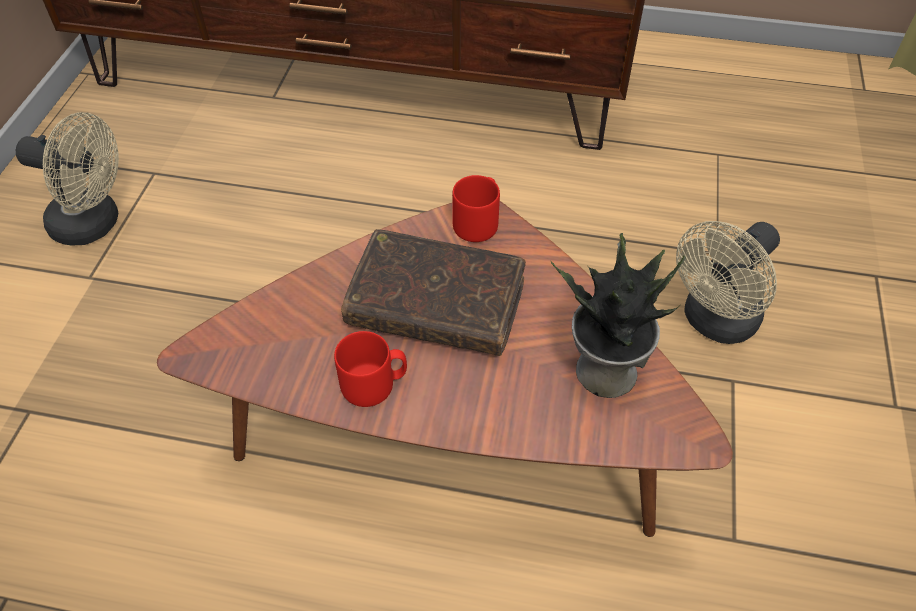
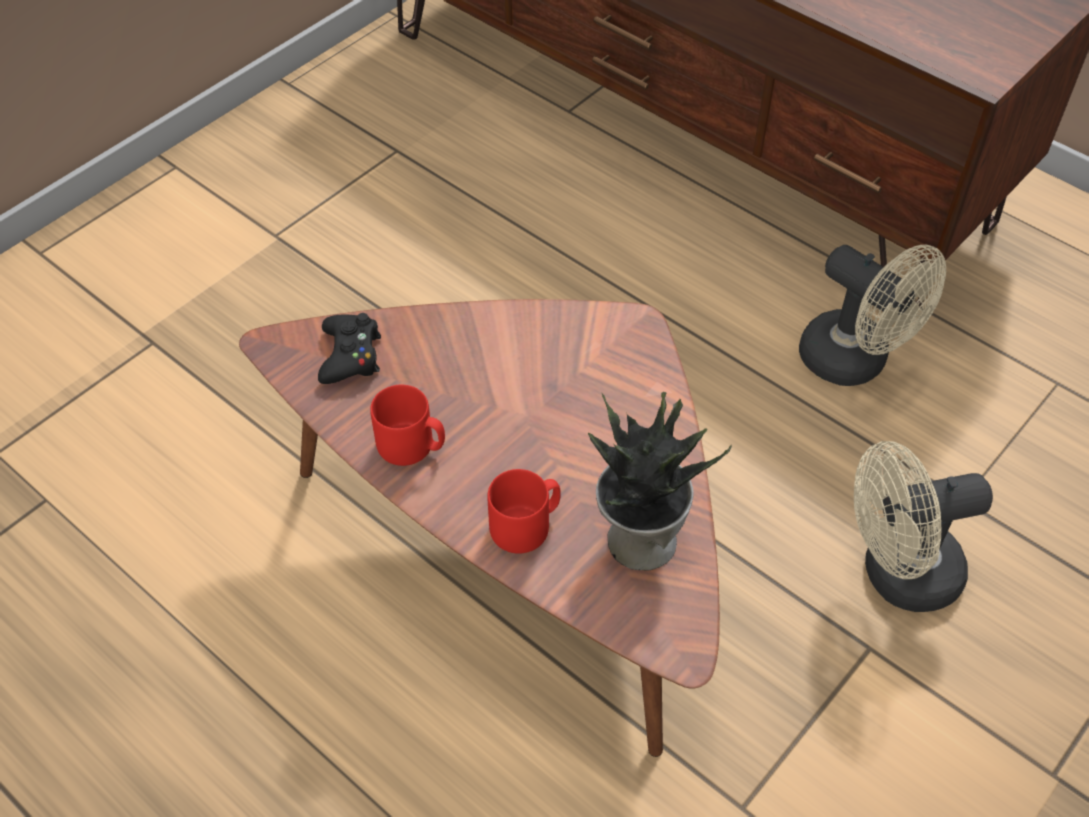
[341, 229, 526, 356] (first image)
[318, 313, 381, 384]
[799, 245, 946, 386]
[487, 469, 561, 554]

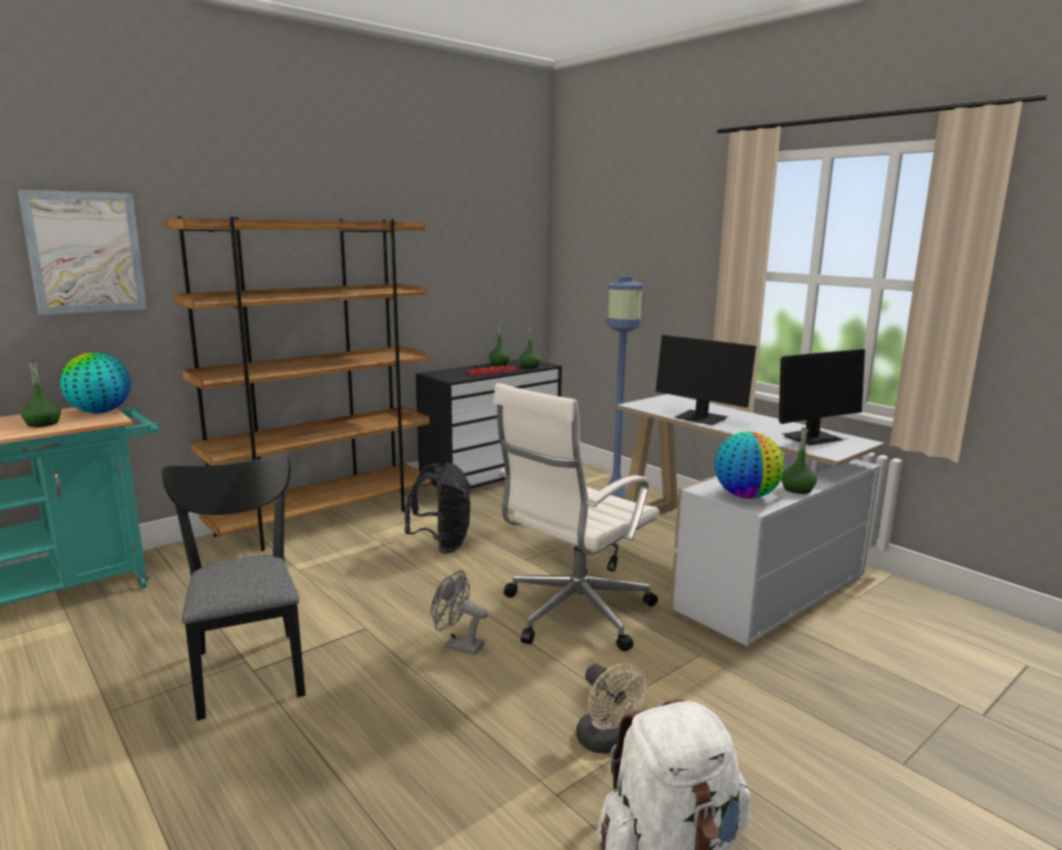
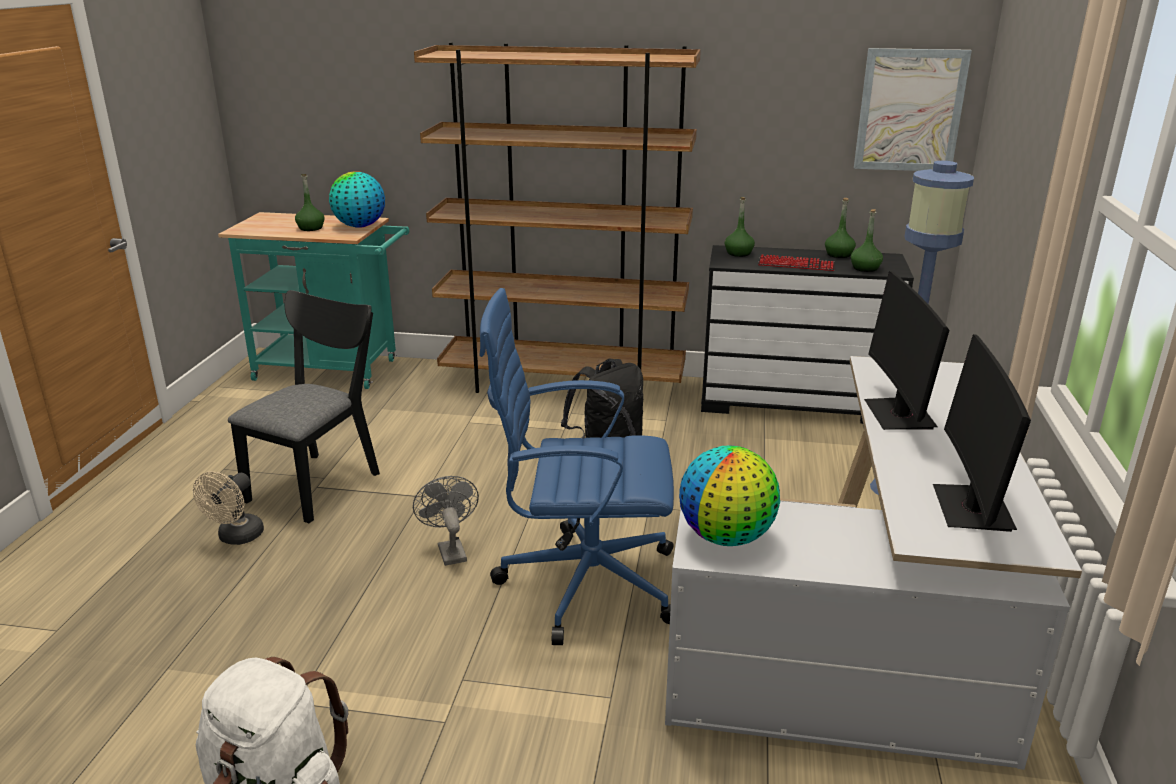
[854, 48, 972, 171]
[193, 471, 264, 545]
[725, 197, 755, 257]
[480, 288, 674, 645]
[933, 334, 1031, 532]

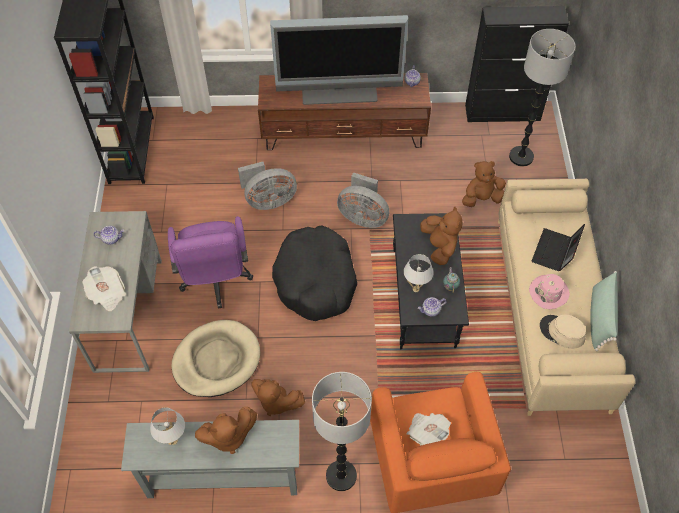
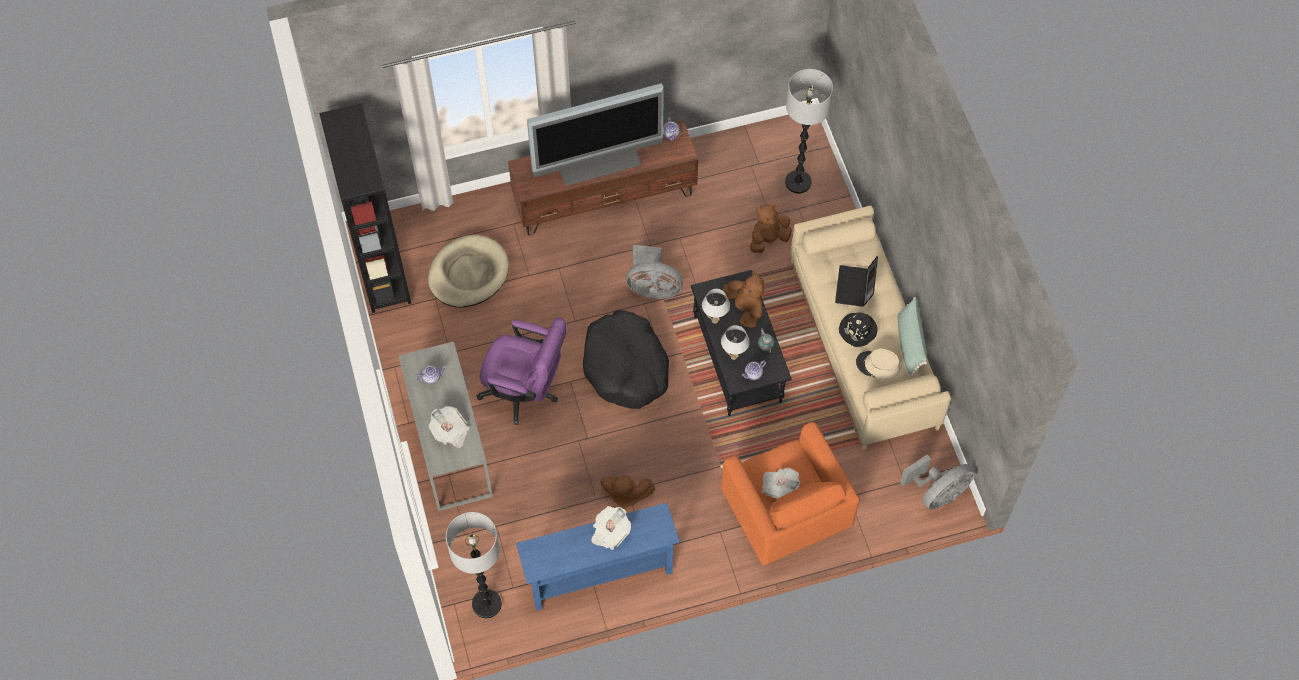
[465, 6, 569, 122] (first image)
[702, 289, 730, 324]
[428, 235, 509, 307]
[900, 455, 975, 510]
[446, 512, 502, 619]
[591, 506, 631, 550]
[516, 503, 680, 610]
[839, 312, 878, 347]
[477, 318, 567, 425]

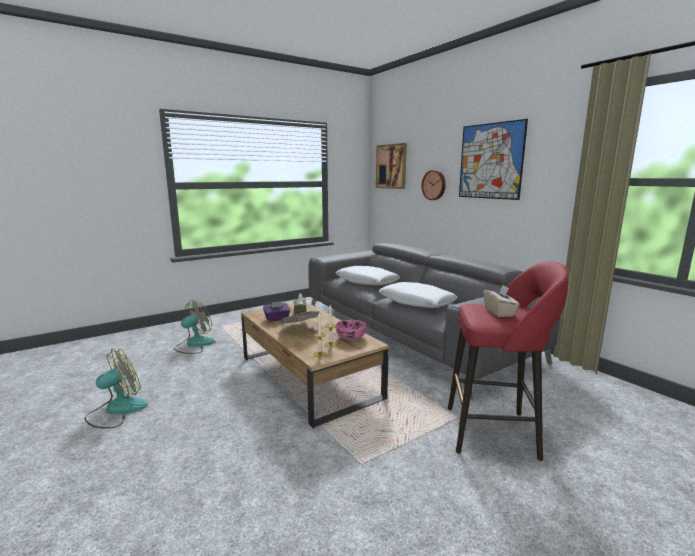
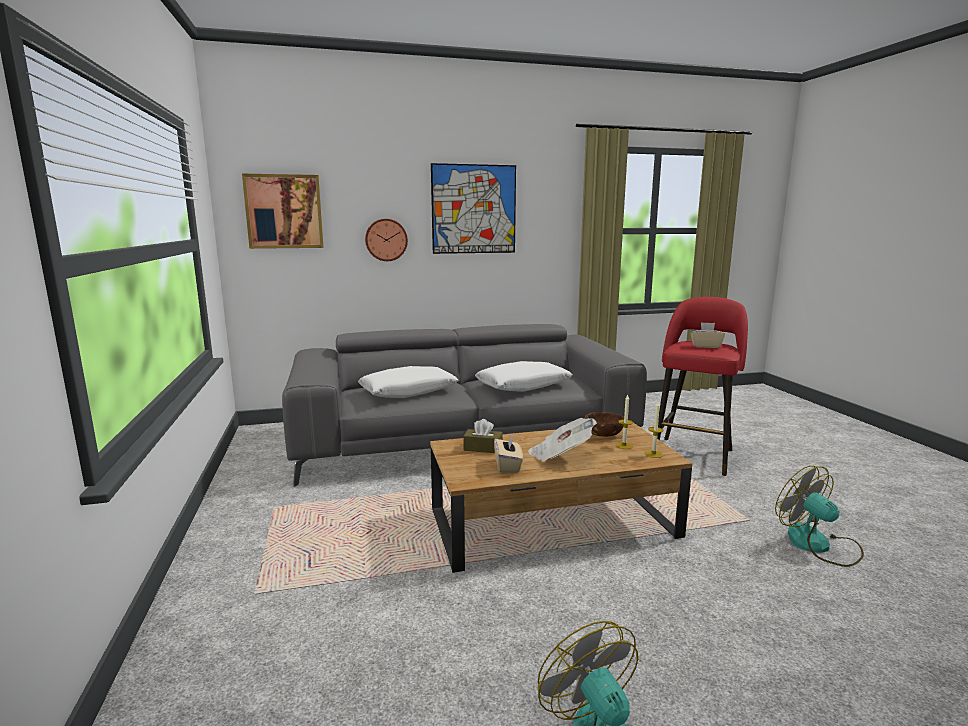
[775, 466, 864, 567]
[494, 435, 523, 473]
[584, 412, 624, 437]

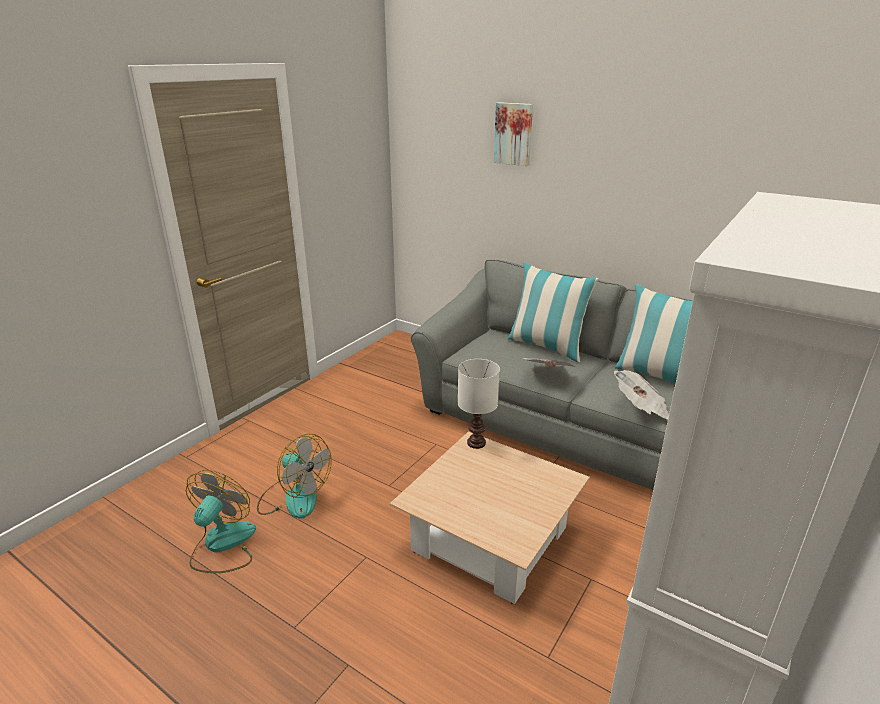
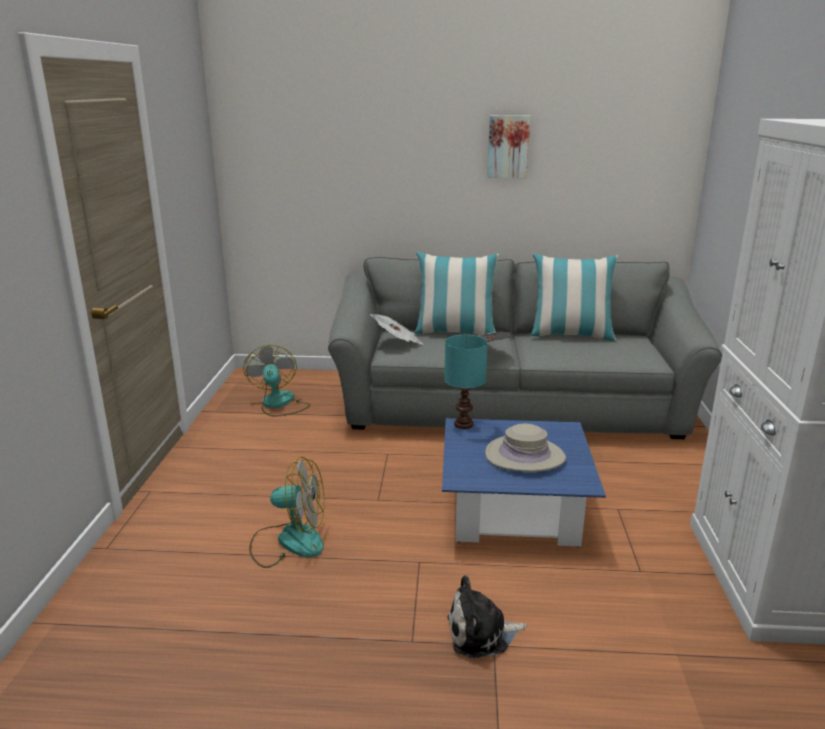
[447, 575, 527, 658]
[485, 424, 566, 472]
[243, 345, 310, 417]
[487, 115, 530, 178]
[370, 314, 424, 345]
[442, 418, 606, 547]
[444, 335, 488, 429]

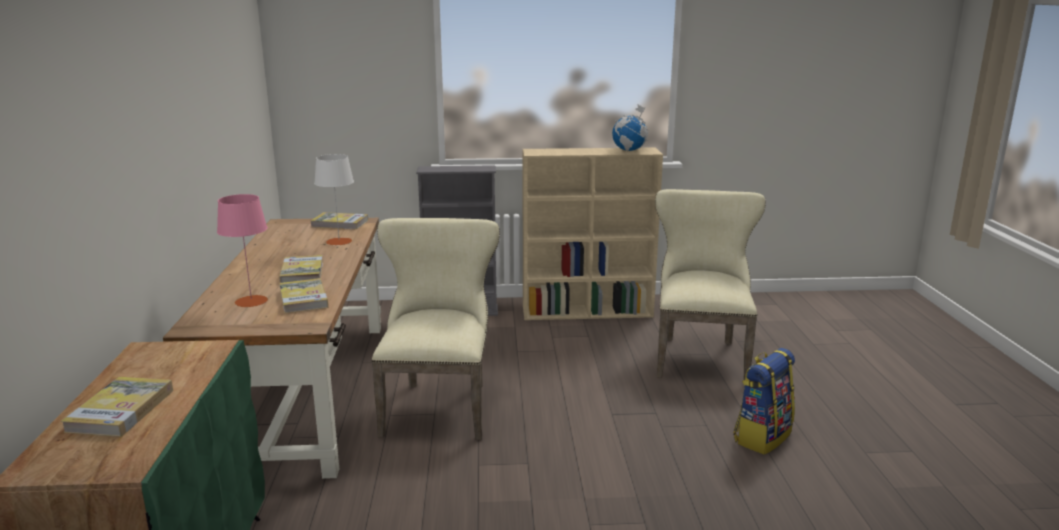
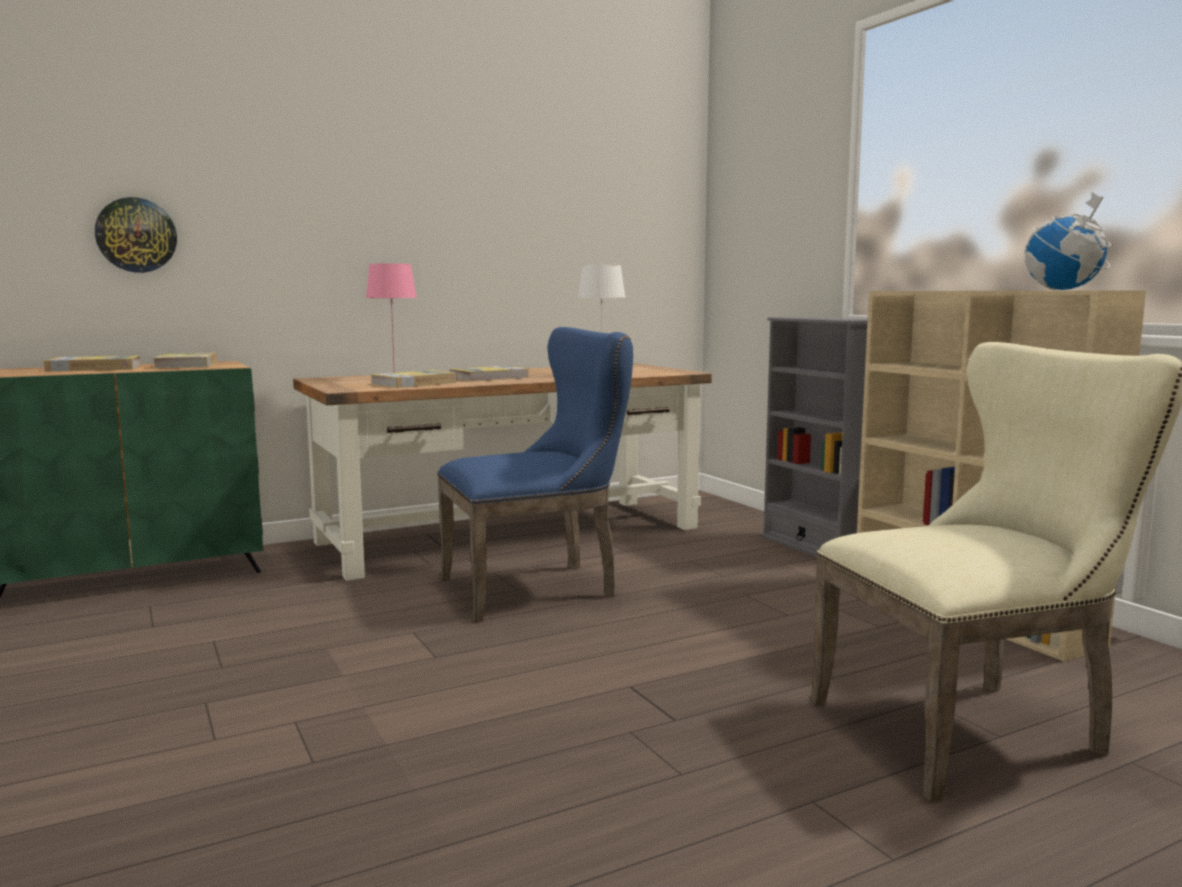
[734, 348, 795, 455] (first image)
[95, 197, 177, 273]
[153, 352, 218, 369]
[437, 327, 633, 622]

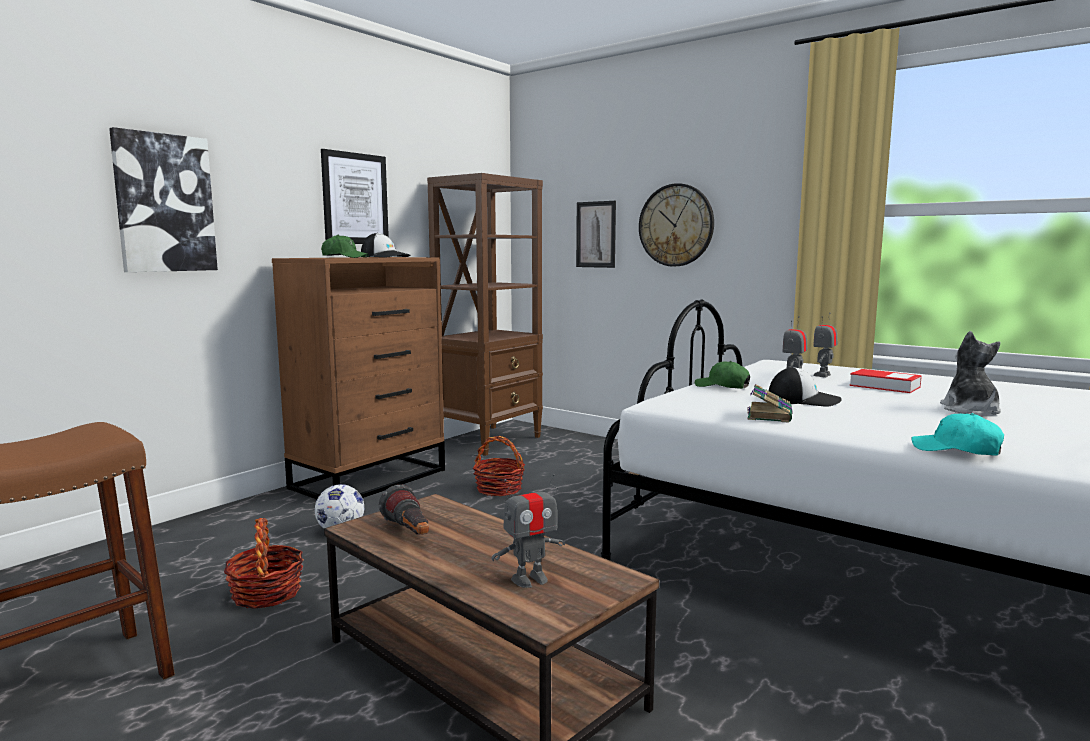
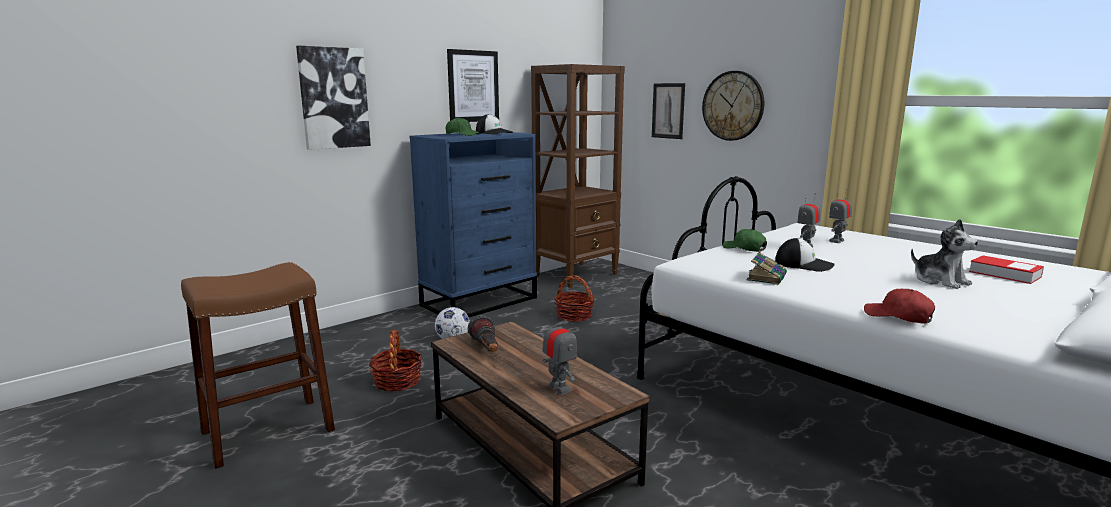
[969, 255, 1044, 284]
[409, 132, 537, 317]
[864, 289, 935, 324]
[542, 314, 577, 395]
[911, 219, 978, 289]

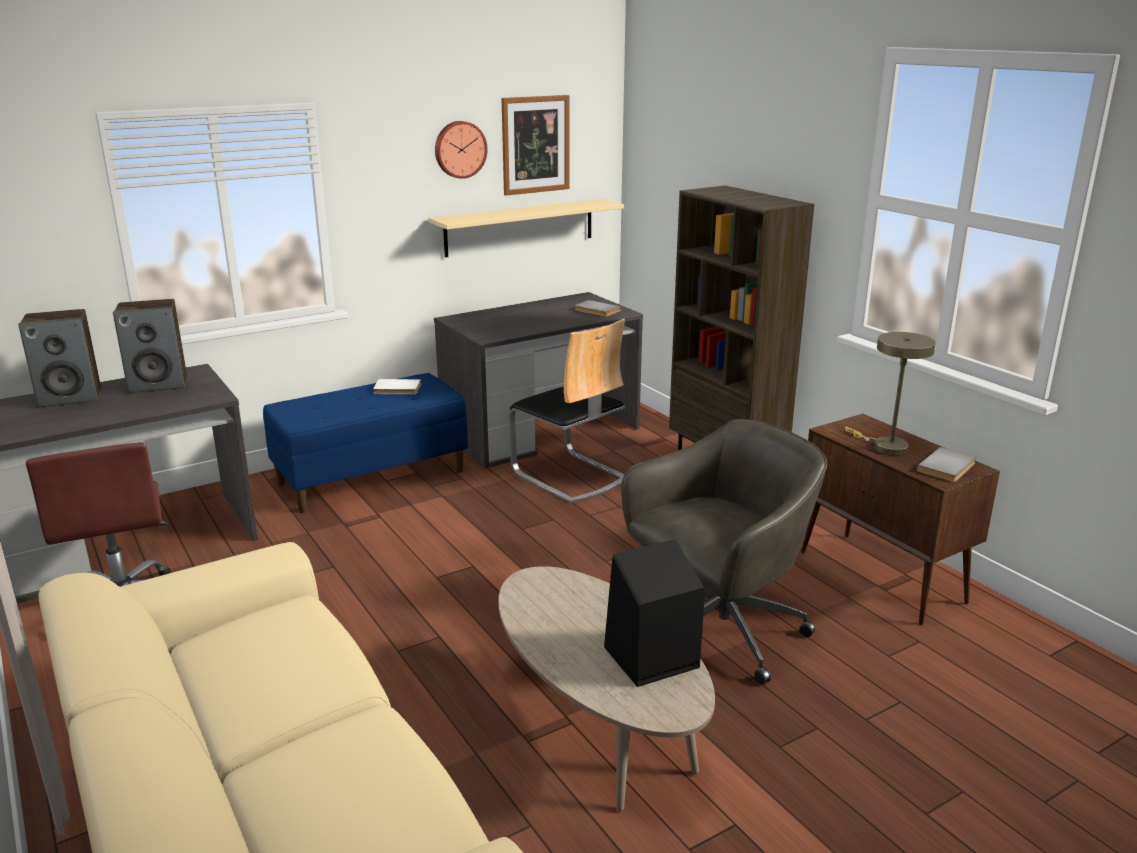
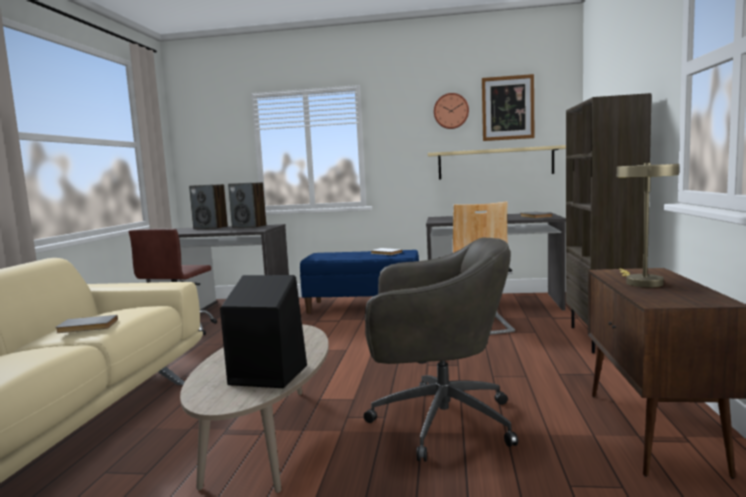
[55, 315, 118, 333]

